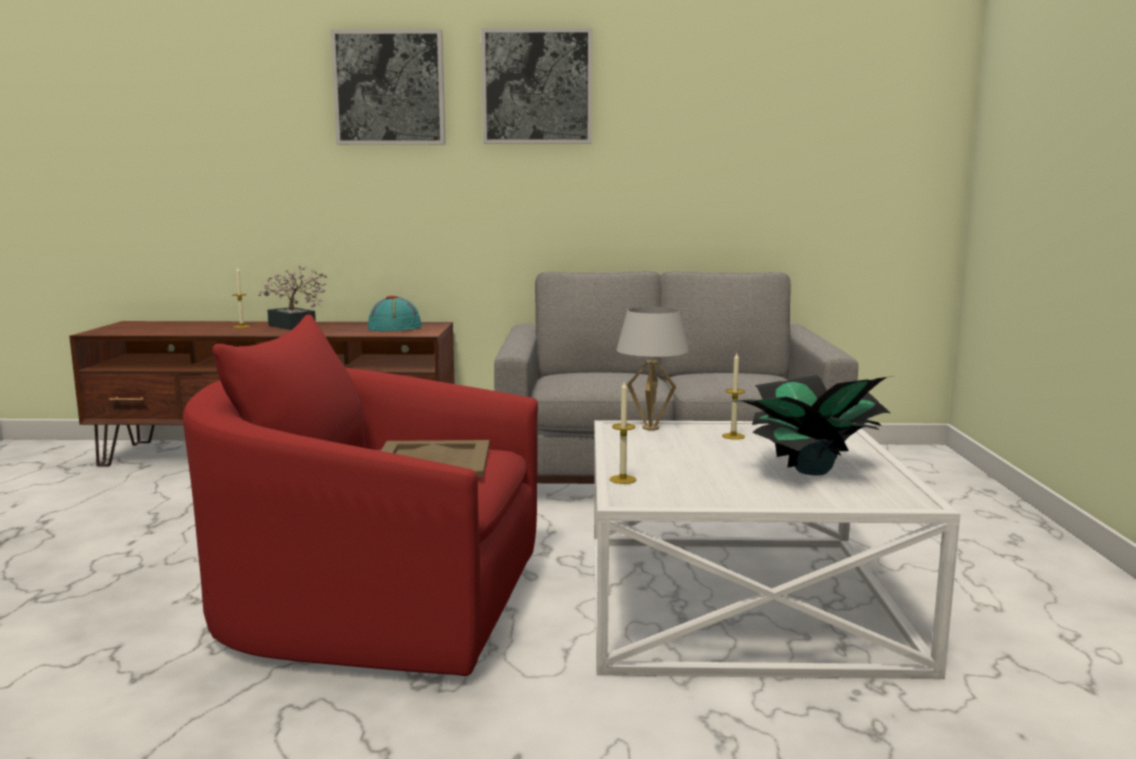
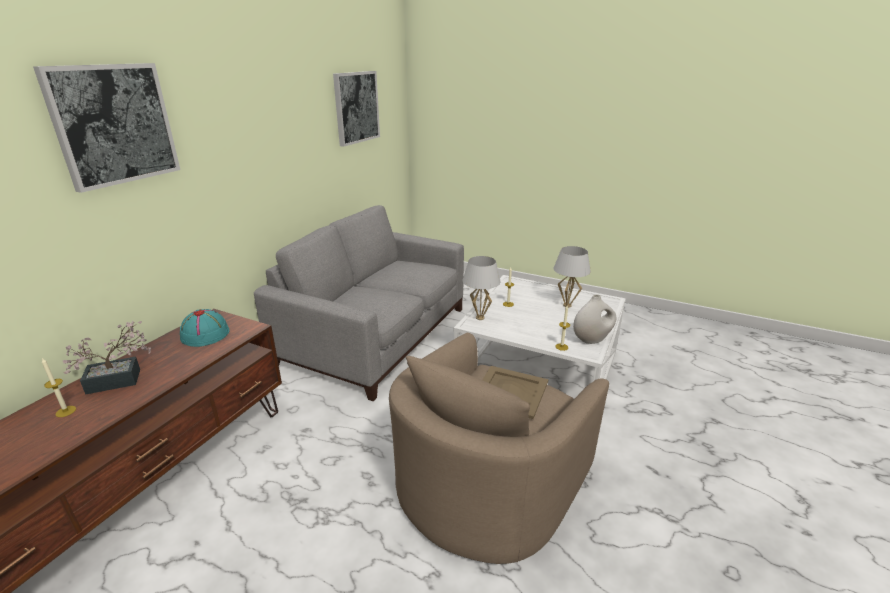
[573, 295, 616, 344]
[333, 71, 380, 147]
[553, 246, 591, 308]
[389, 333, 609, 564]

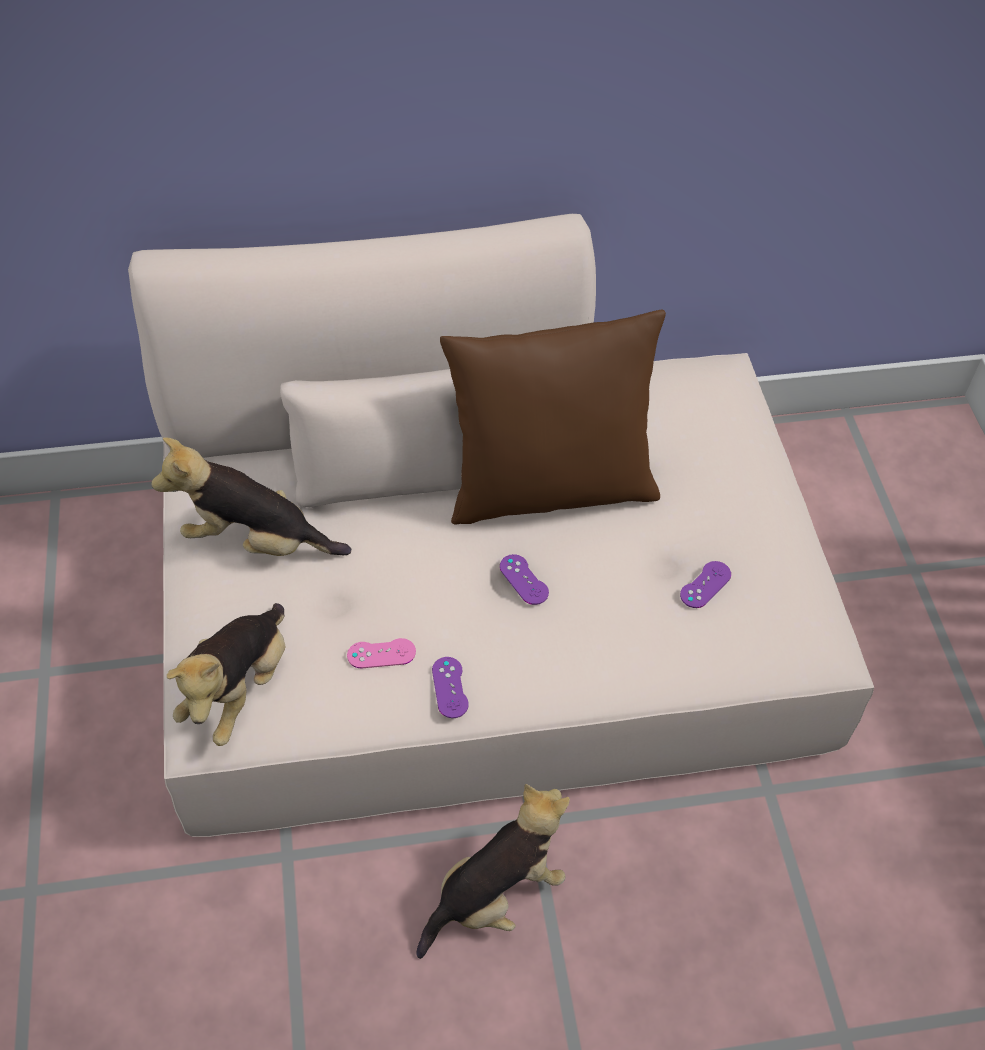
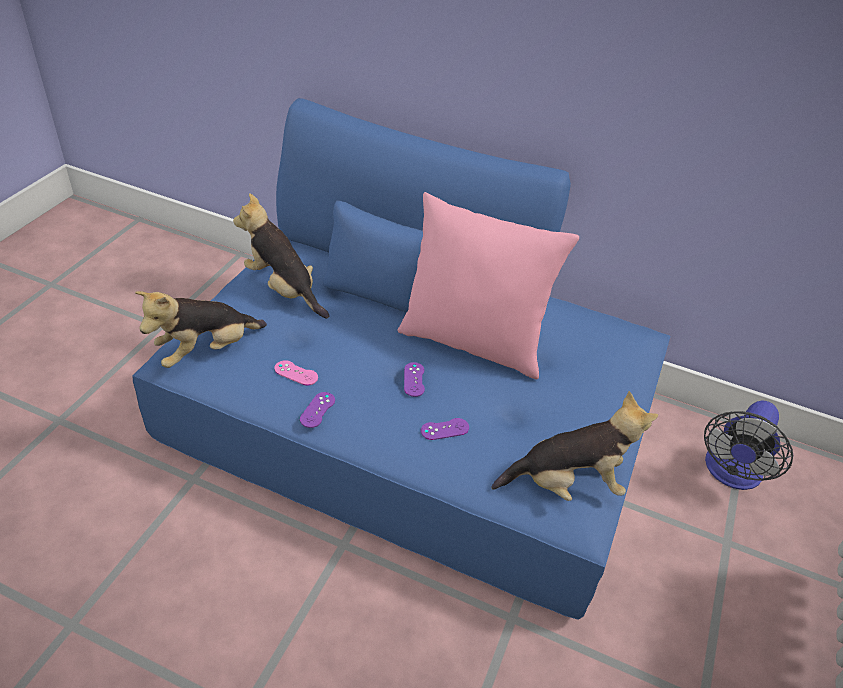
[704, 401, 793, 490]
[492, 391, 658, 501]
[421, 418, 469, 440]
[133, 98, 671, 620]
[398, 192, 579, 379]

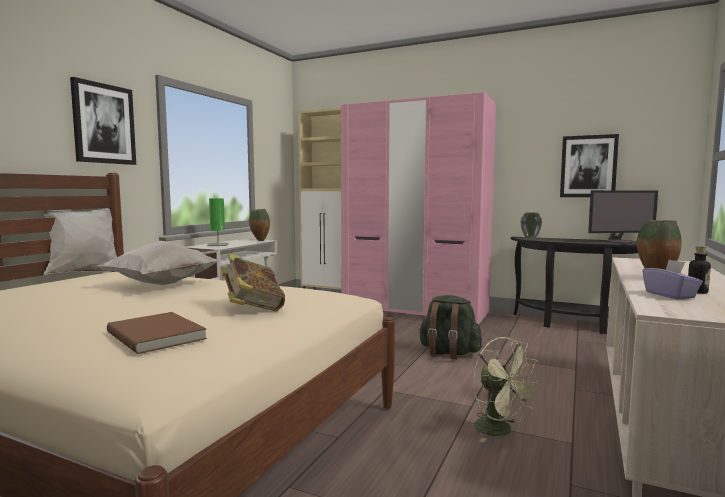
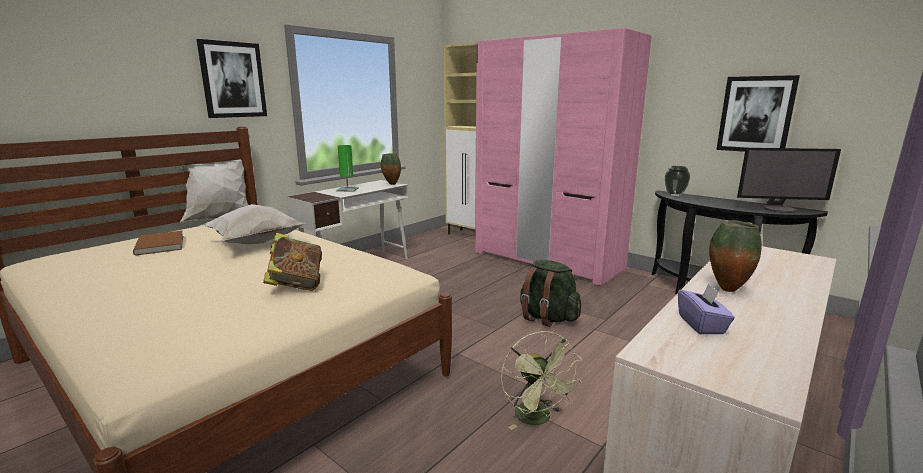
[688, 247, 711, 294] (first image)
[133, 231, 183, 256]

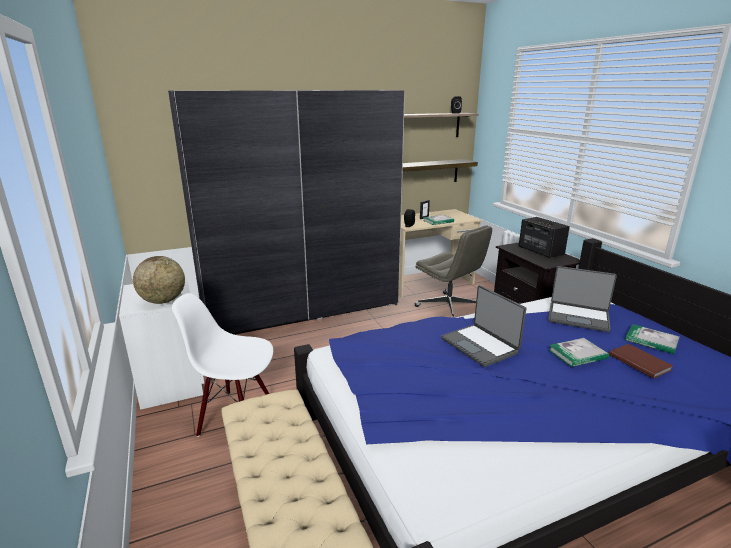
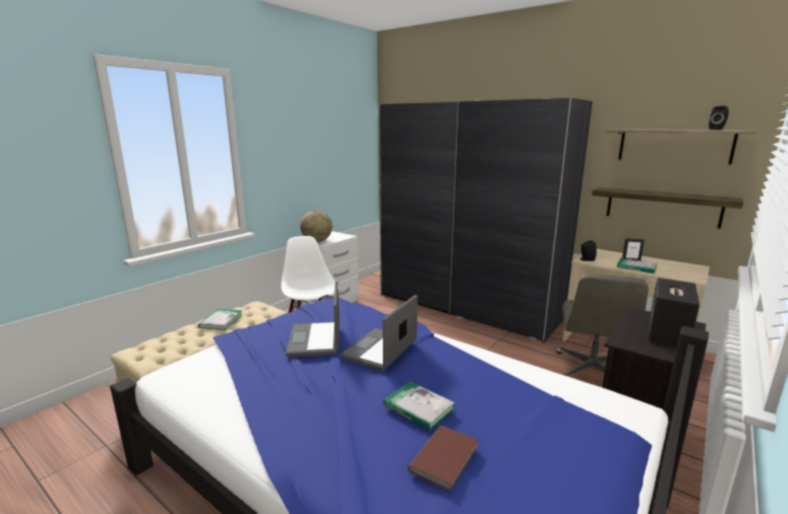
[286, 281, 340, 357]
[198, 309, 243, 330]

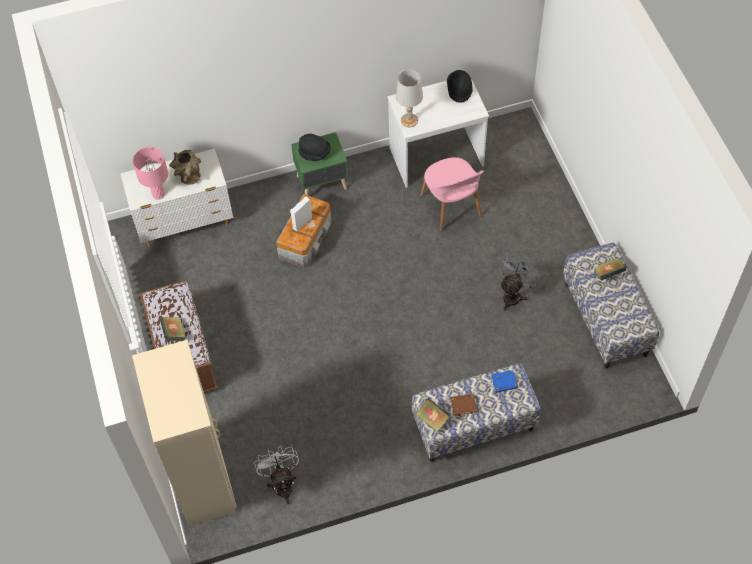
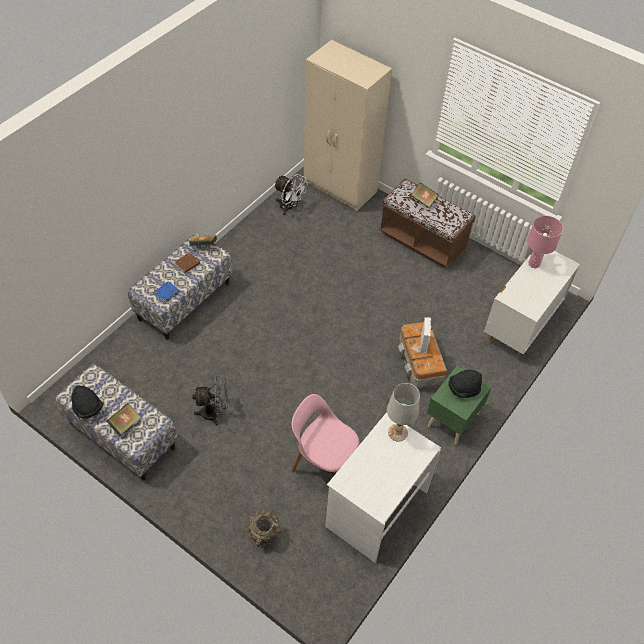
[245, 509, 282, 547]
[71, 386, 103, 419]
[192, 375, 228, 425]

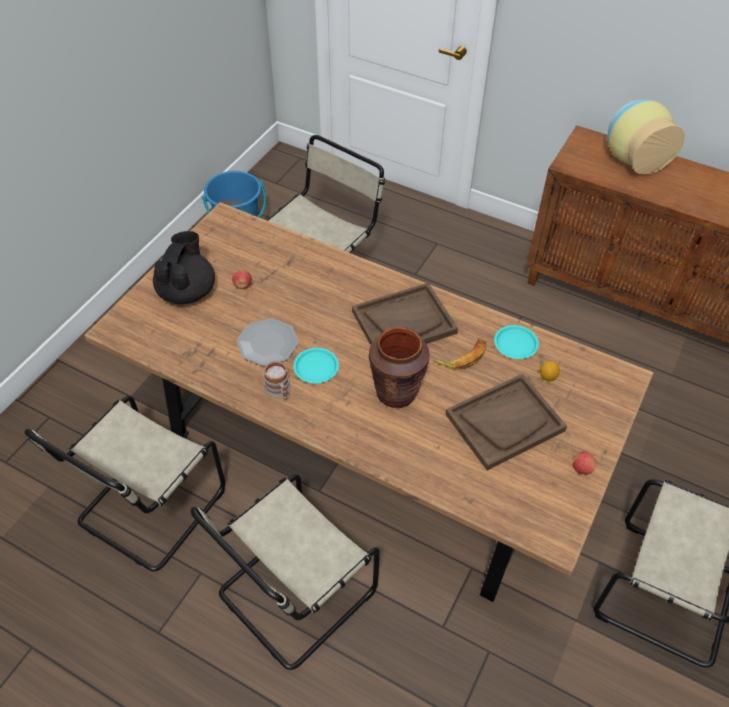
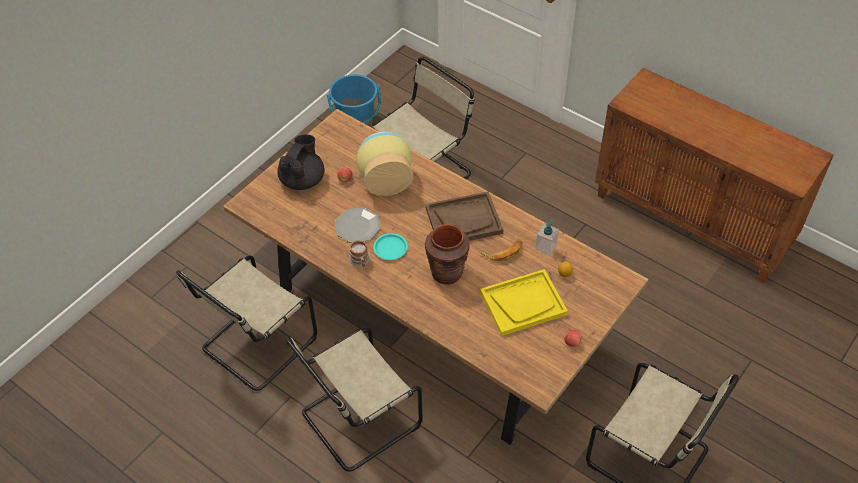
[357, 132, 413, 196]
[535, 218, 559, 255]
[480, 269, 568, 336]

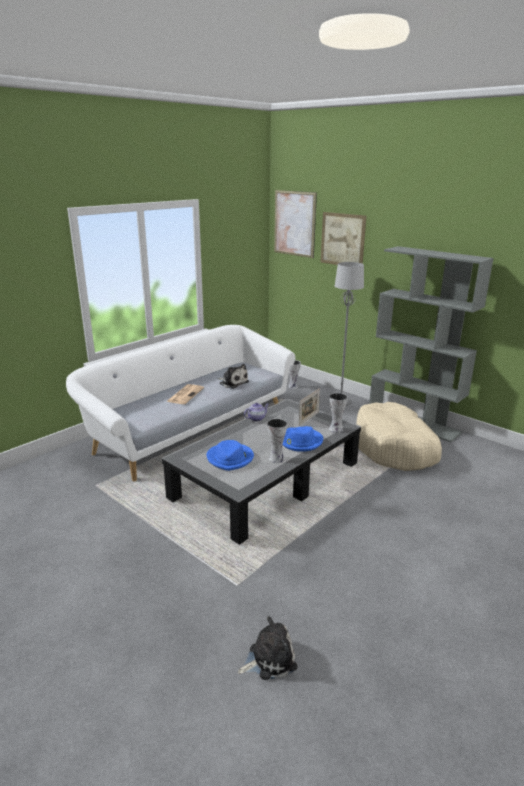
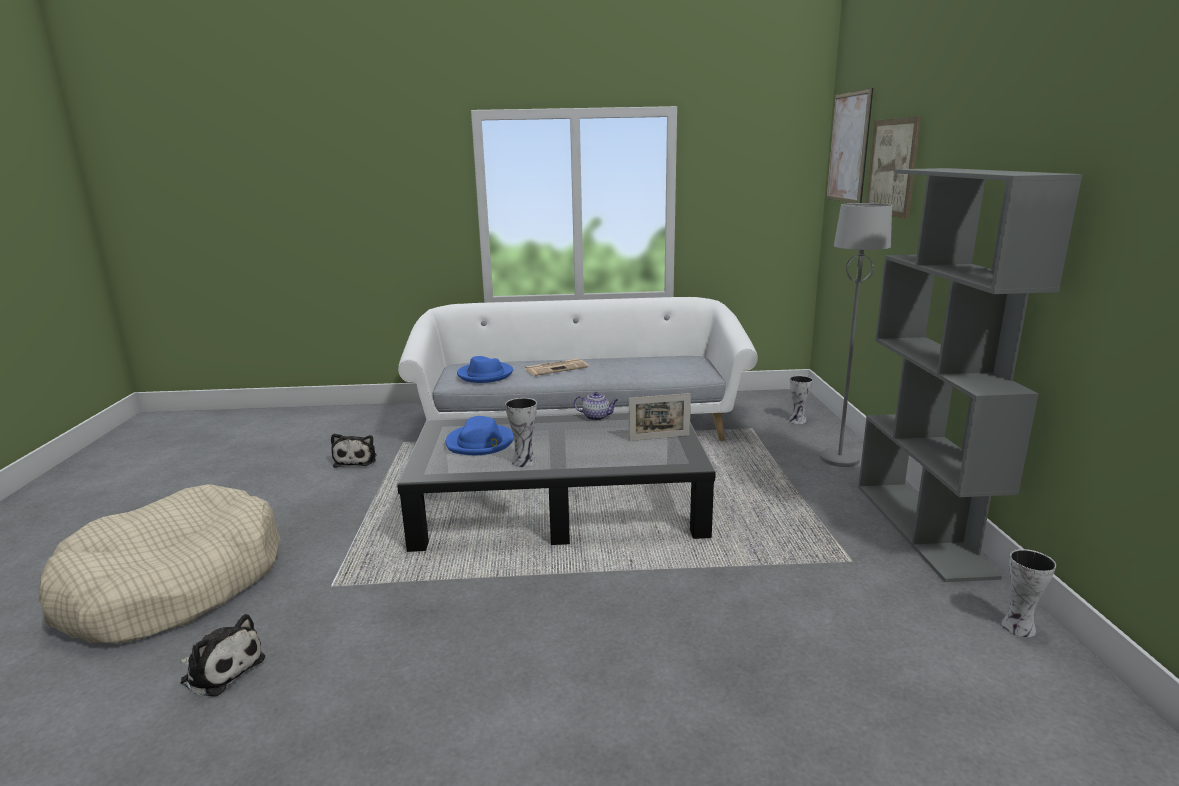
[331, 434, 376, 468]
[457, 356, 513, 383]
[1001, 549, 1056, 637]
[39, 484, 280, 643]

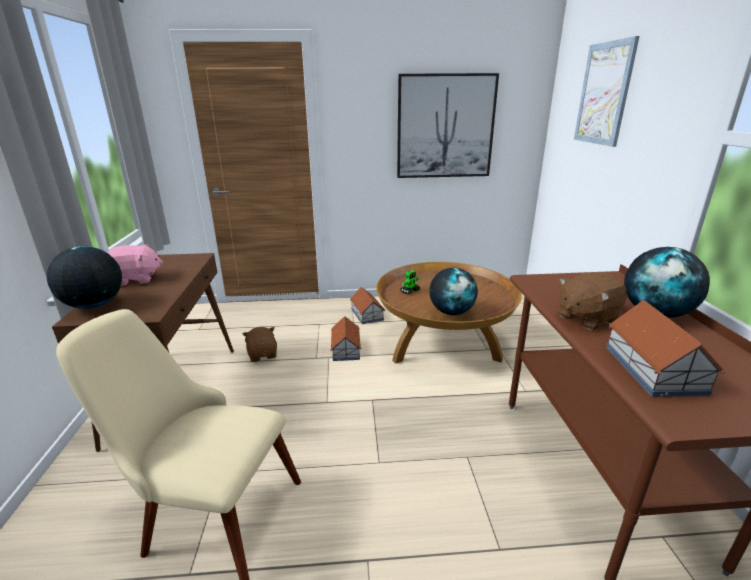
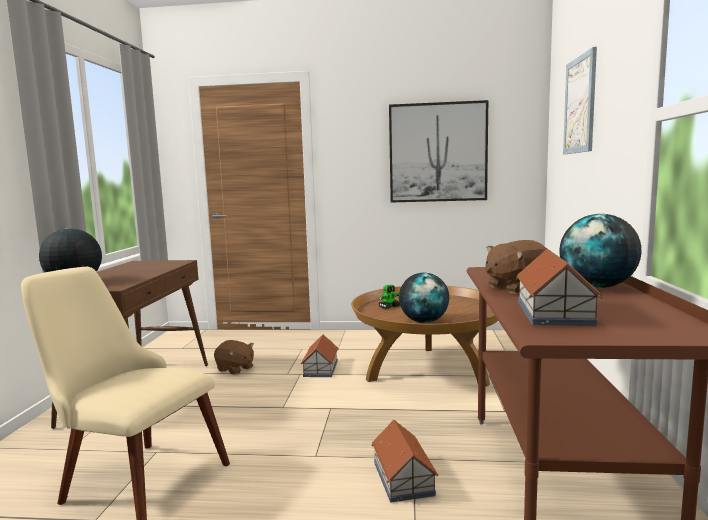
[108, 244, 163, 286] (first image)
[372, 420, 438, 502]
[214, 340, 254, 375]

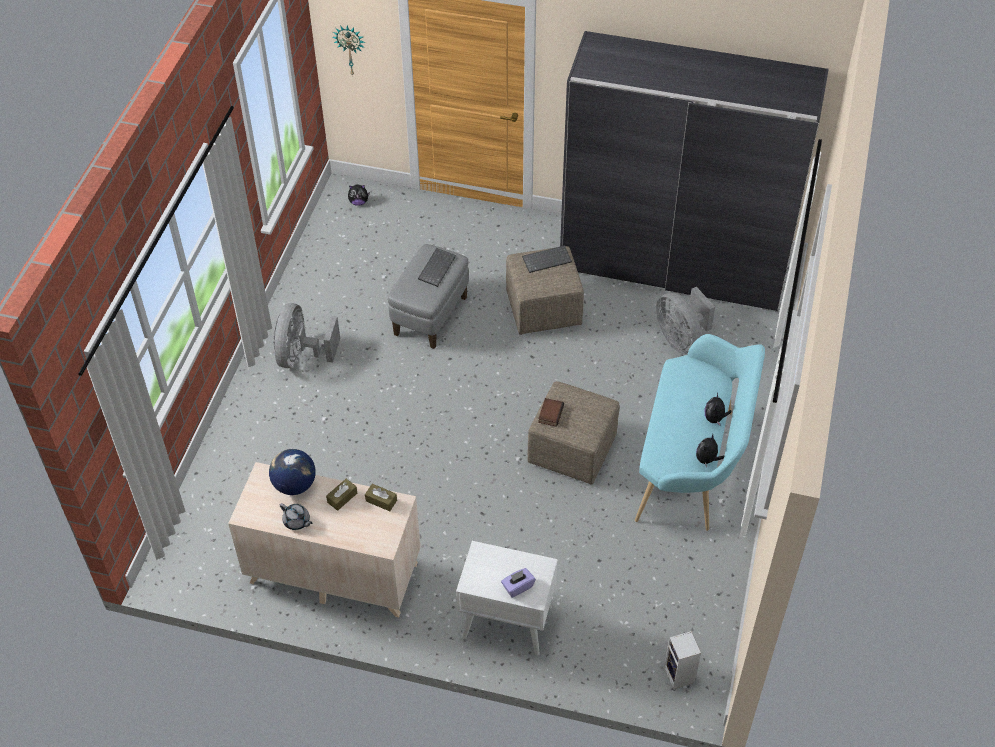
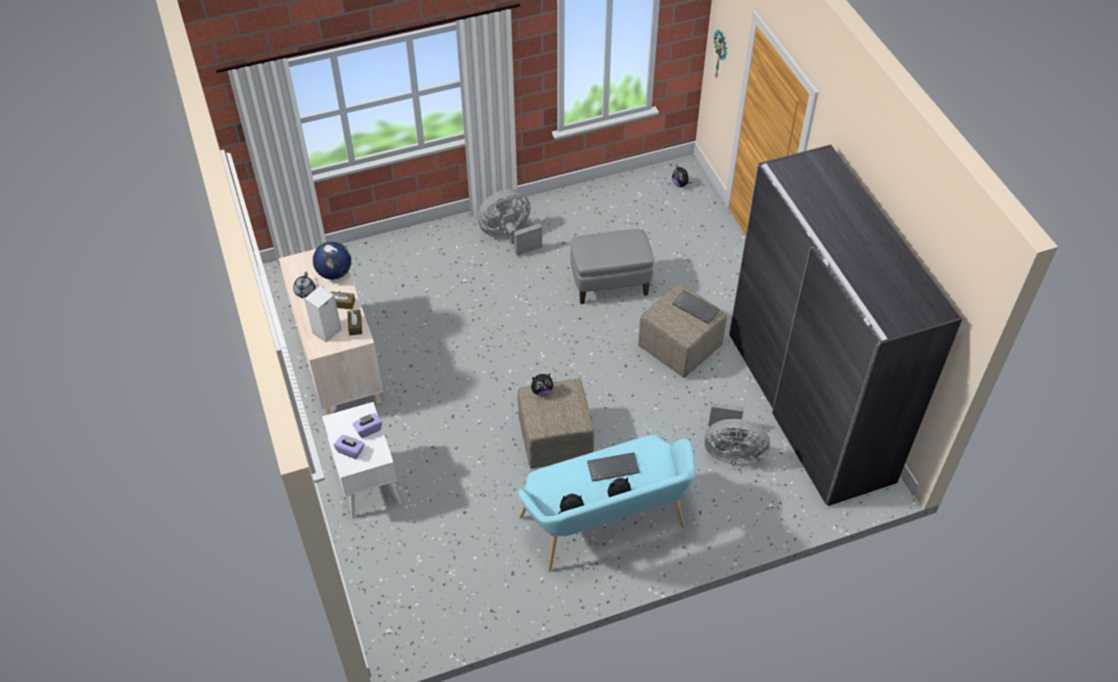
[353, 413, 382, 438]
[587, 452, 640, 482]
[304, 286, 342, 343]
[531, 374, 553, 396]
[704, 402, 770, 465]

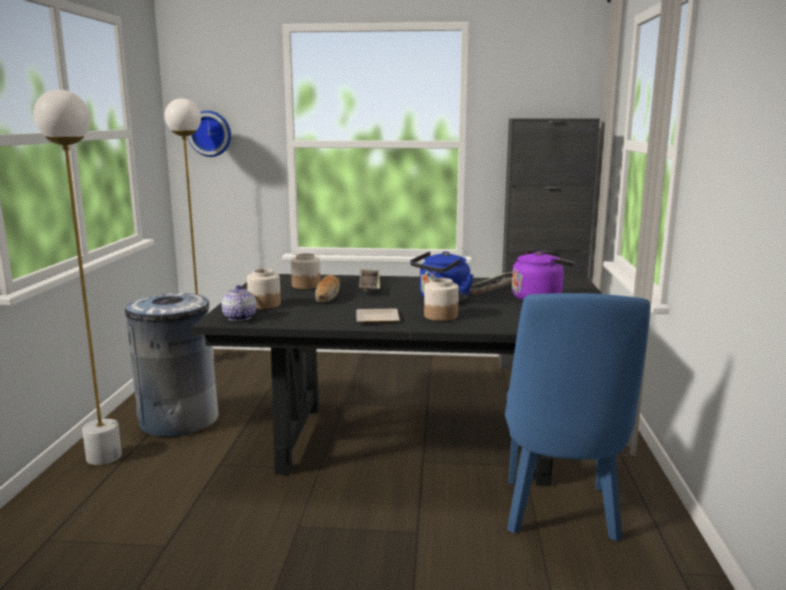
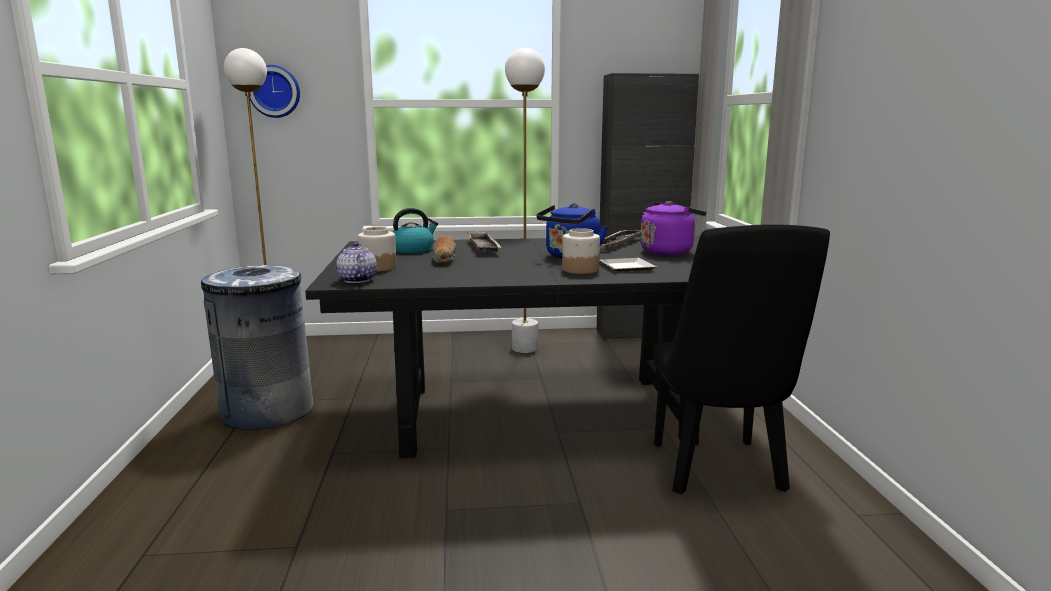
[505, 48, 545, 353]
[599, 258, 656, 272]
[393, 208, 438, 253]
[653, 224, 830, 494]

